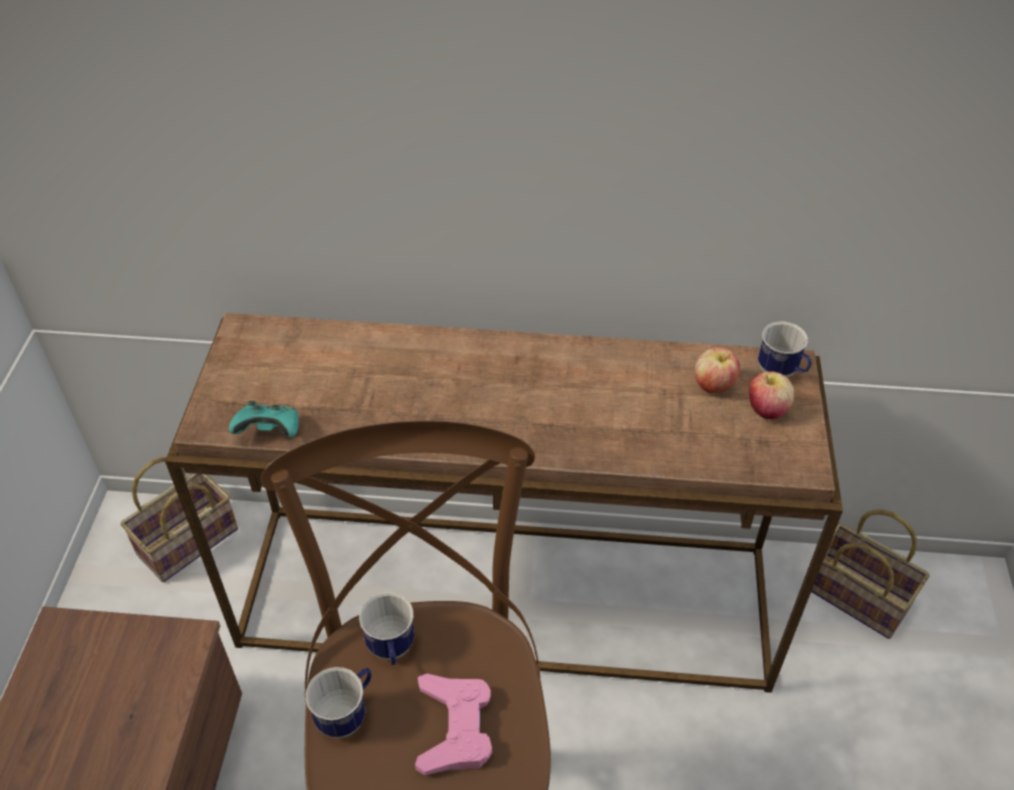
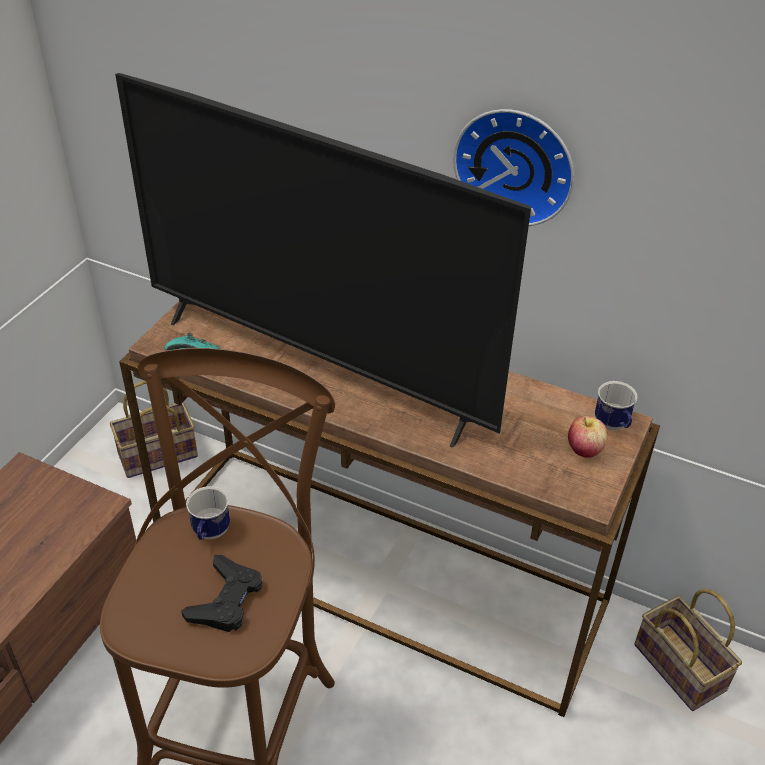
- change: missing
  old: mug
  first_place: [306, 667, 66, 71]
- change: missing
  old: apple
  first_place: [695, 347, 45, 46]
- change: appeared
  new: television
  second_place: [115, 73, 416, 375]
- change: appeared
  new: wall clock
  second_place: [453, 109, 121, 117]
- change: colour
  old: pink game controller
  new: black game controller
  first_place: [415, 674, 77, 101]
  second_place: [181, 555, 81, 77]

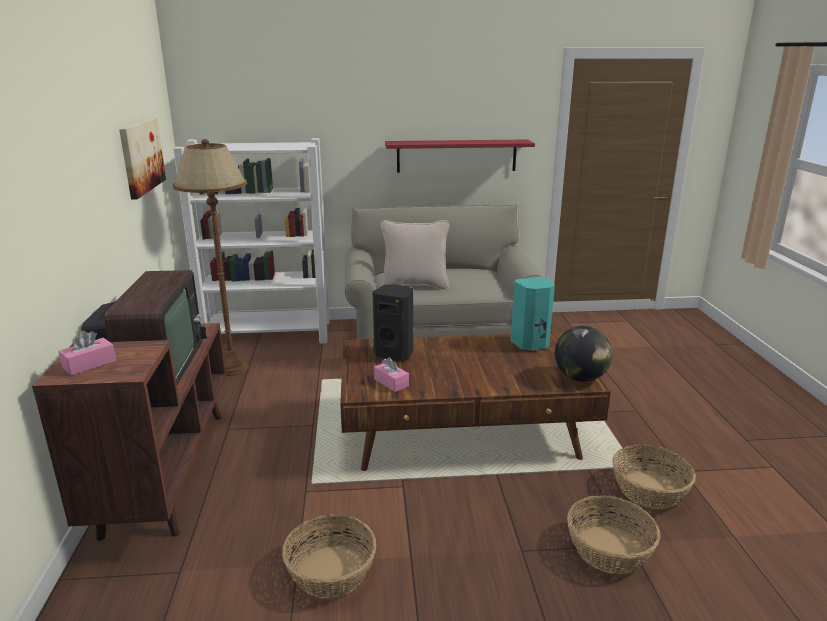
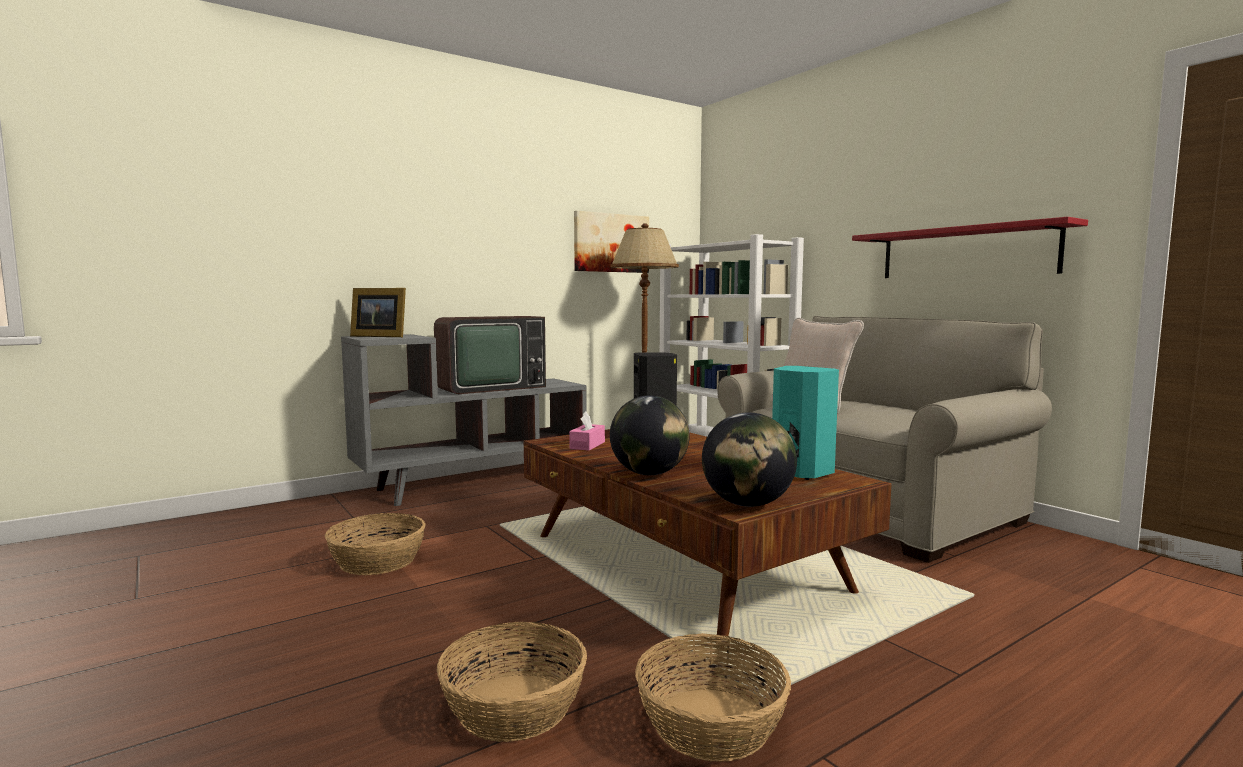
- change: appeared
  new: globe
  second_place: [610, 395, 80, 80]
- change: exchanged
  old: pink tissue box
  new: picture frame
  first_place: [58, 331, 58, 45]
  second_place: [350, 288, 56, 49]
- change: colour
  old: brown tv stand
  new: grey tv stand
  first_place: [32, 323, 194, 218]
  second_place: [341, 334, 246, 172]

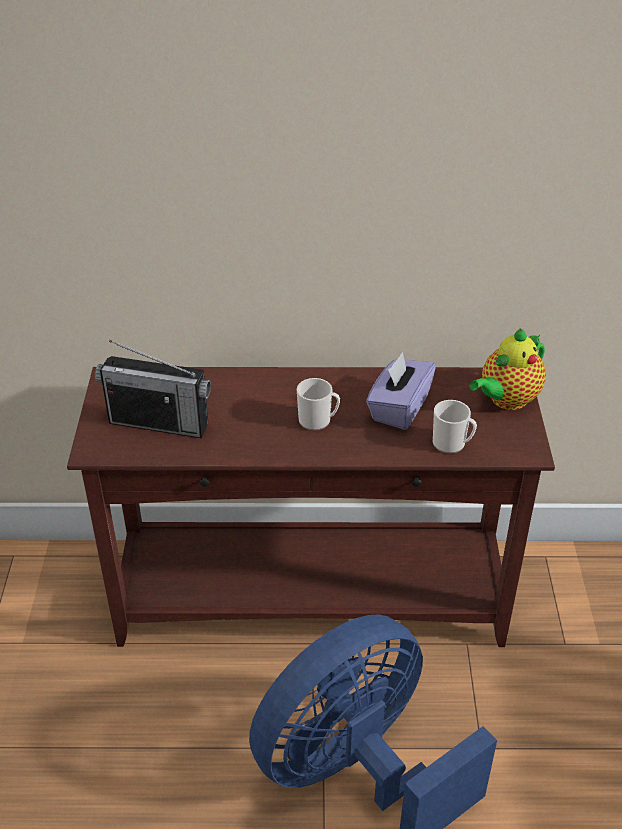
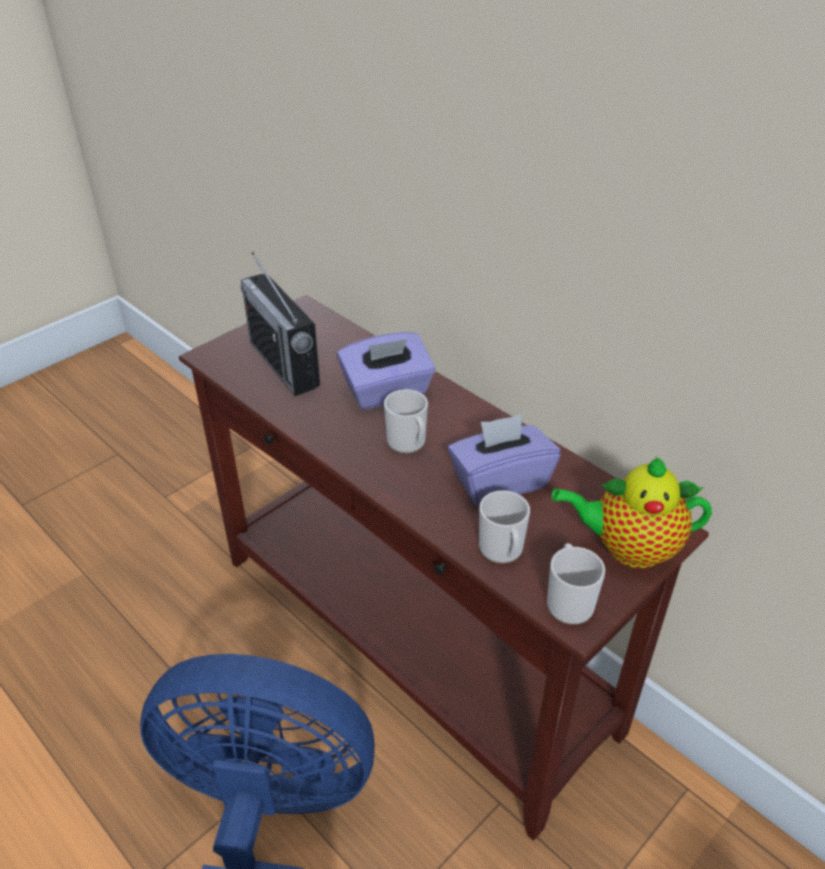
- change: appeared
  new: purple tissue box
  second_place: [337, 332, 98, 77]
- change: appeared
  new: mug
  second_place: [547, 543, 58, 82]

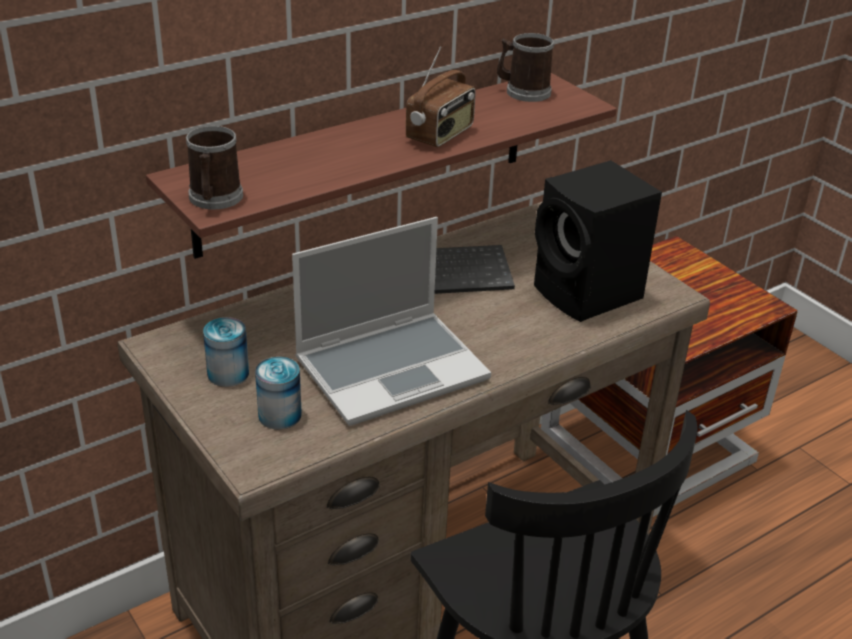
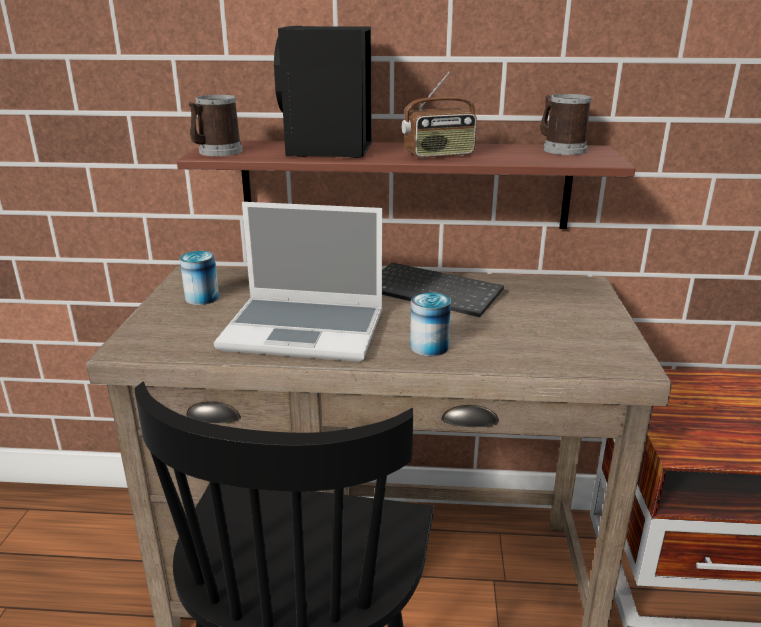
- change: relocated
  old: can
  first_place: [255, 357, 47, 72]
  second_place: [410, 292, 41, 64]
- change: relocated
  old: black speaker
  first_place: [534, 160, 128, 162]
  second_place: [274, 26, 98, 132]

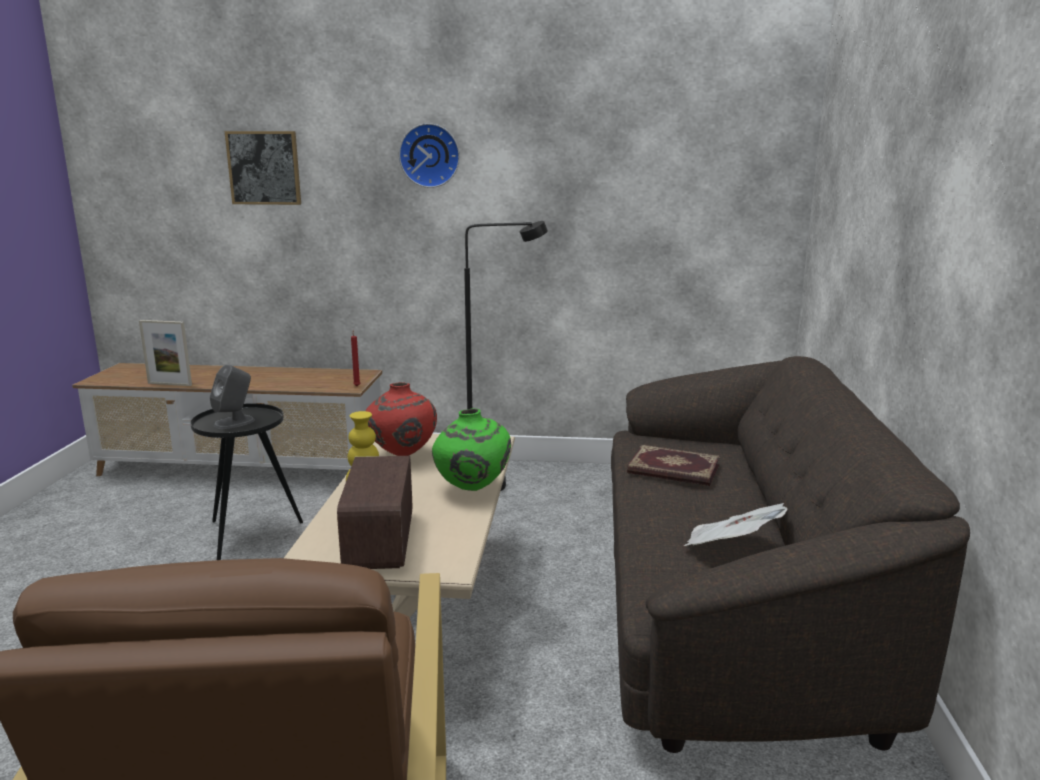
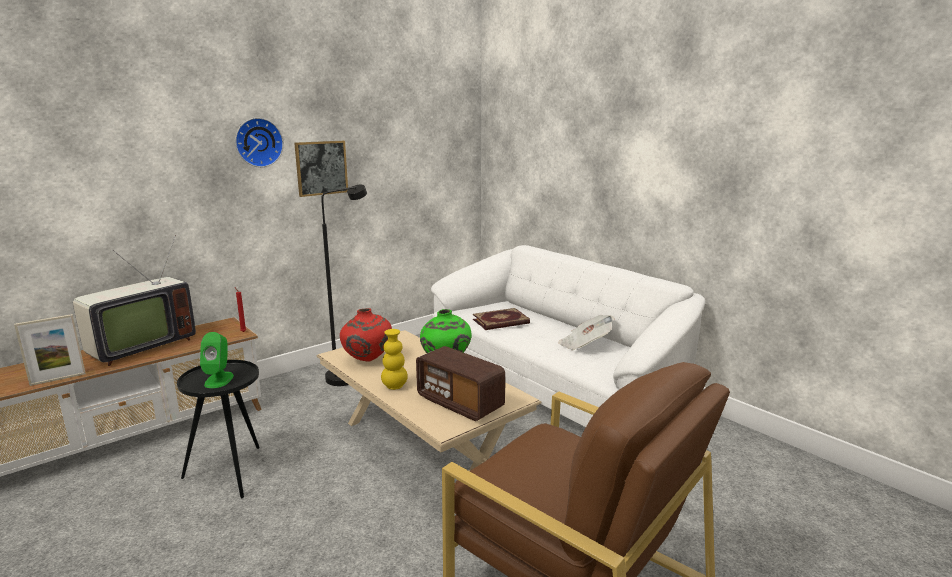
- change: appeared
  new: television
  second_place: [73, 235, 123, 131]
- change: relocated
  old: picture
  first_place: [225, 131, 76, 74]
  second_place: [294, 141, 54, 56]
- change: colour
  old: grey speaker
  new: green speaker
  first_place: [210, 365, 45, 64]
  second_place: [200, 332, 34, 56]
- change: colour
  old: brown sofa
  new: white sofa
  first_place: [611, 356, 359, 397]
  second_place: [431, 245, 274, 182]

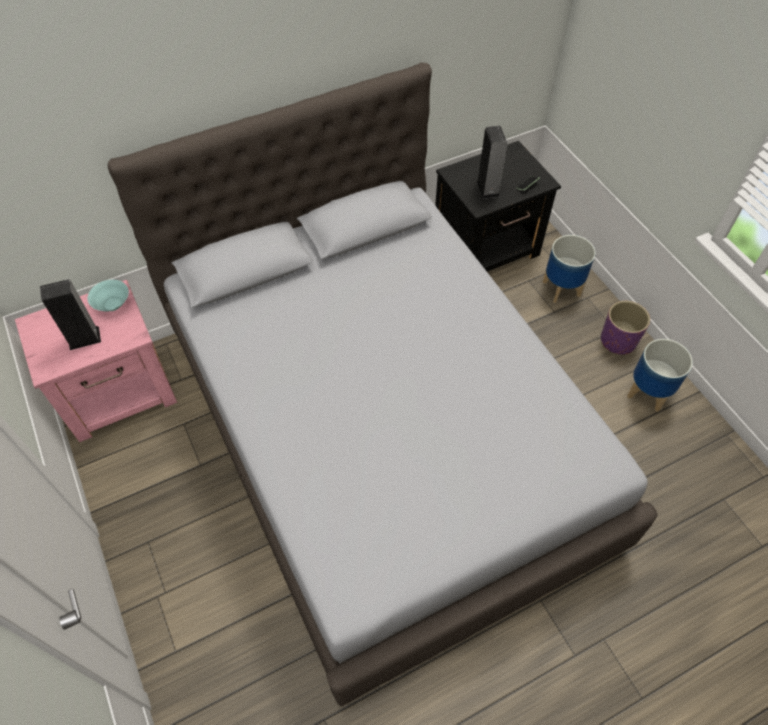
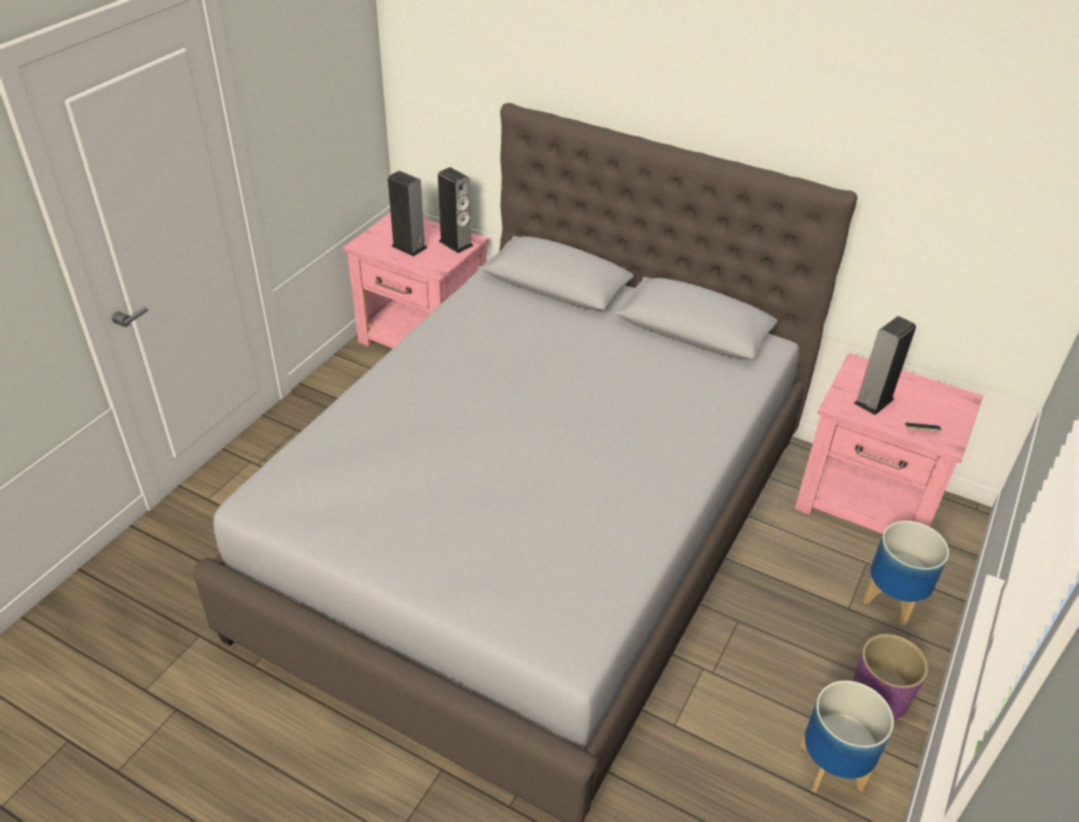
- change: exchanged
  old: turquoise bowl
  new: speaker
  first_place: [87, 280, 42, 32]
  second_place: [438, 167, 35, 86]
- change: colour
  old: black nightstand
  new: pink nightstand
  first_place: [435, 141, 126, 131]
  second_place: [795, 353, 188, 181]

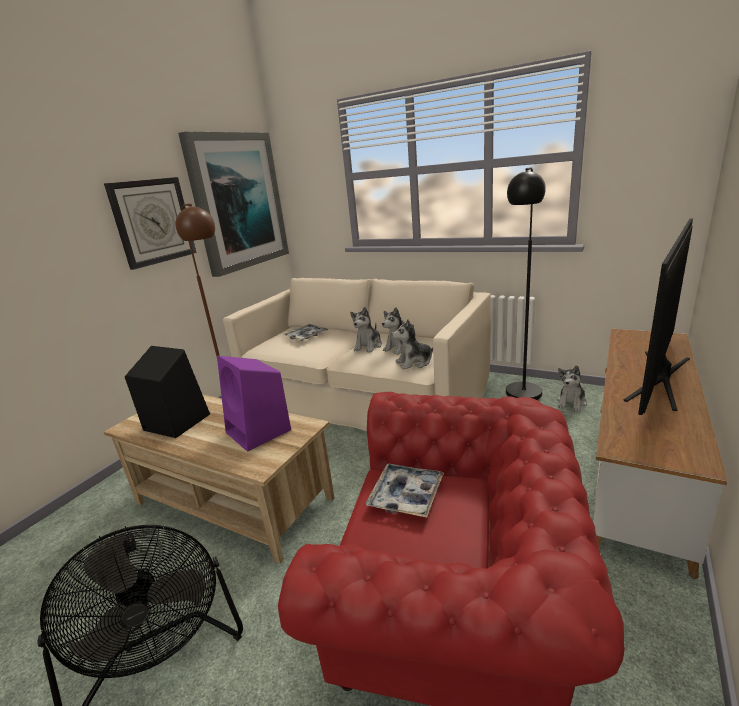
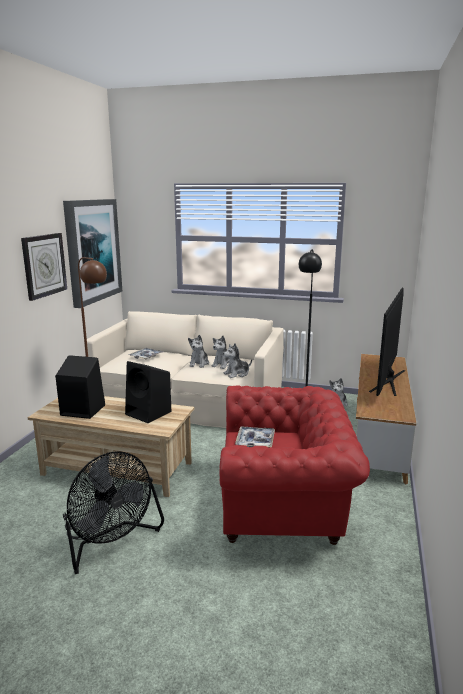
- change: colour
  old: purple speaker
  new: black speaker
  first_place: [217, 356, 74, 96]
  second_place: [125, 361, 47, 62]

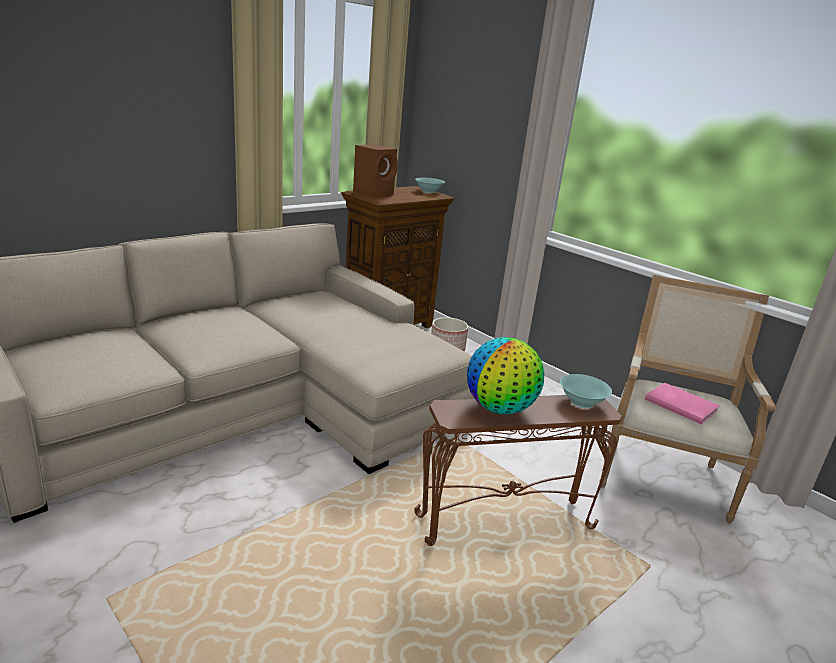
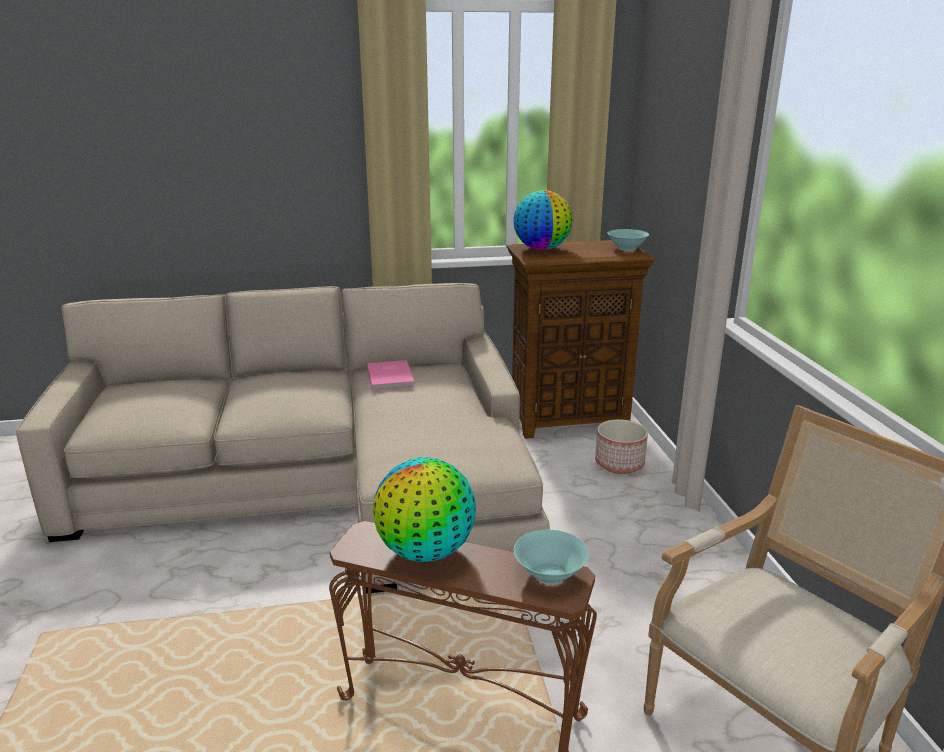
- change: relocated
  old: pink book
  first_place: [645, 383, 75, 42]
  second_place: [367, 360, 47, 31]
- change: exchanged
  old: brown speaker
  new: globe
  first_place: [353, 144, 45, 53]
  second_place: [513, 190, 59, 60]

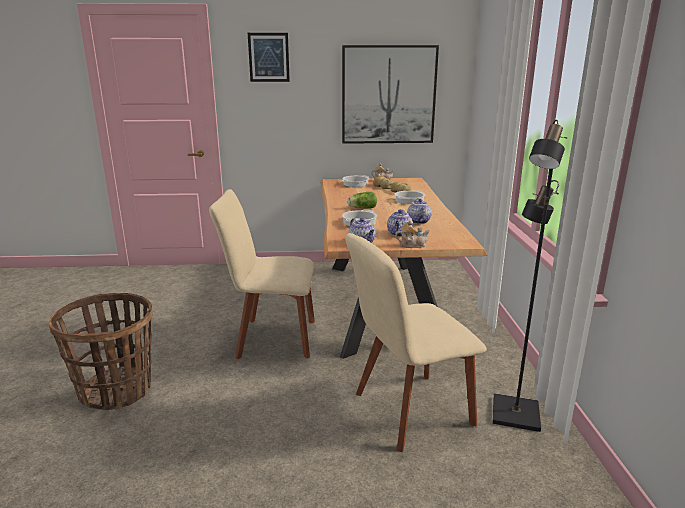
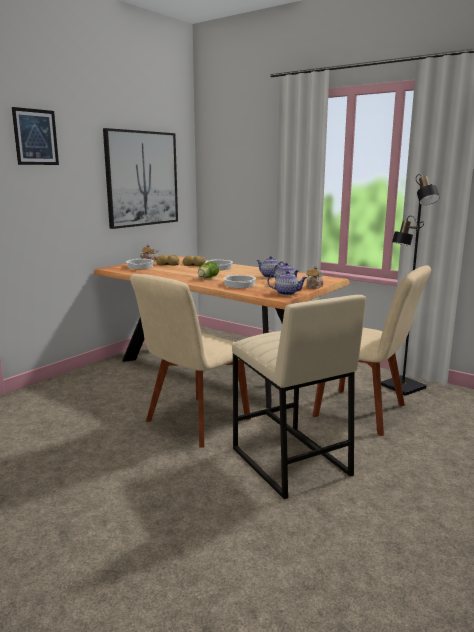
- change: missing
  old: basket
  first_place: [49, 293, 104, 118]
- change: appeared
  new: beige stool
  second_place: [232, 295, 134, 204]
- change: spun
  old: beige chair
  first_place: [345, 233, 142, 219]
  second_place: [313, 265, 118, 171]
  degrees: -75

